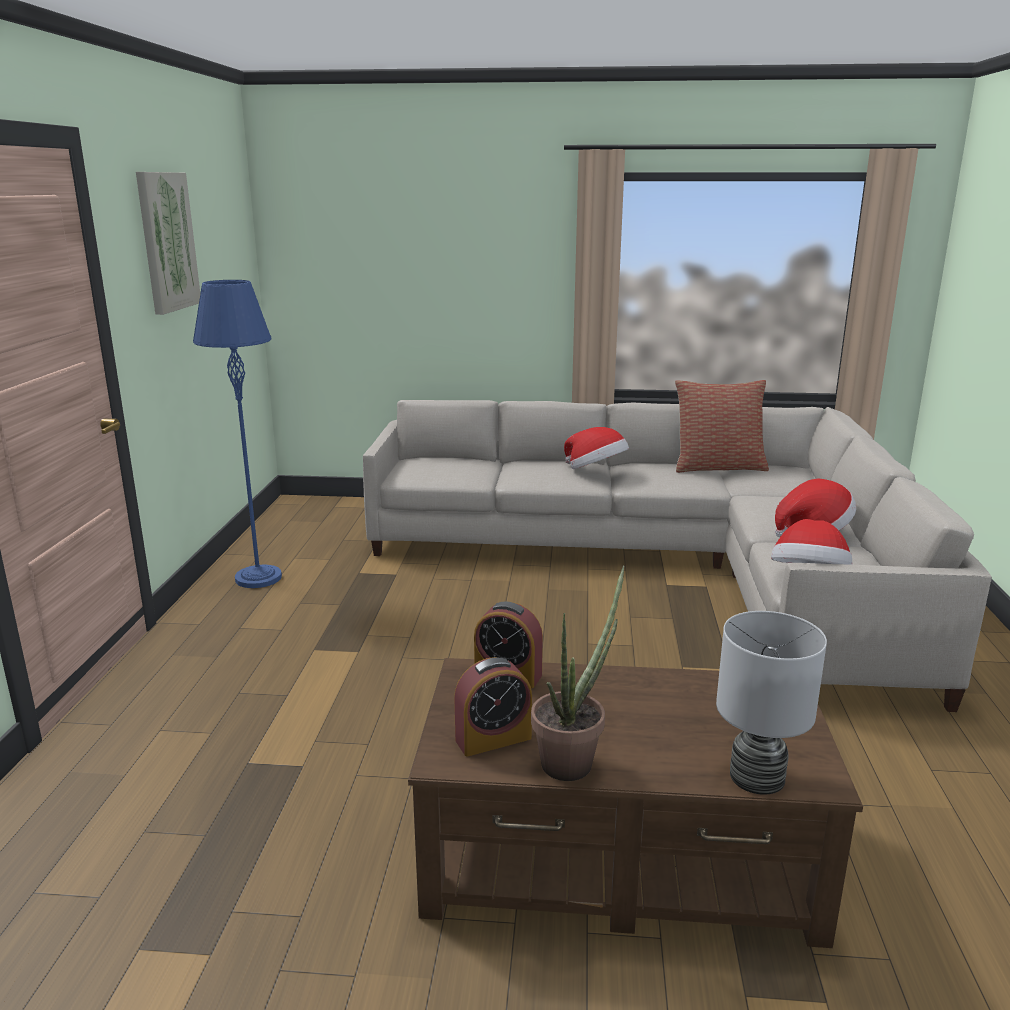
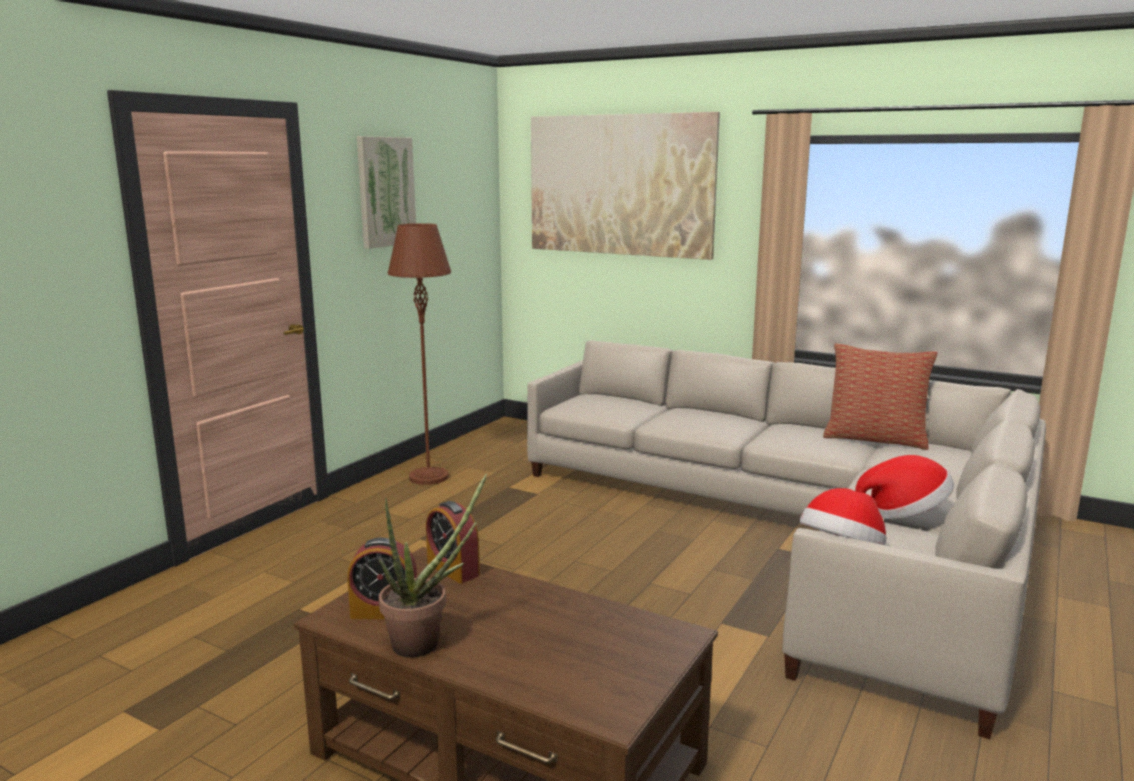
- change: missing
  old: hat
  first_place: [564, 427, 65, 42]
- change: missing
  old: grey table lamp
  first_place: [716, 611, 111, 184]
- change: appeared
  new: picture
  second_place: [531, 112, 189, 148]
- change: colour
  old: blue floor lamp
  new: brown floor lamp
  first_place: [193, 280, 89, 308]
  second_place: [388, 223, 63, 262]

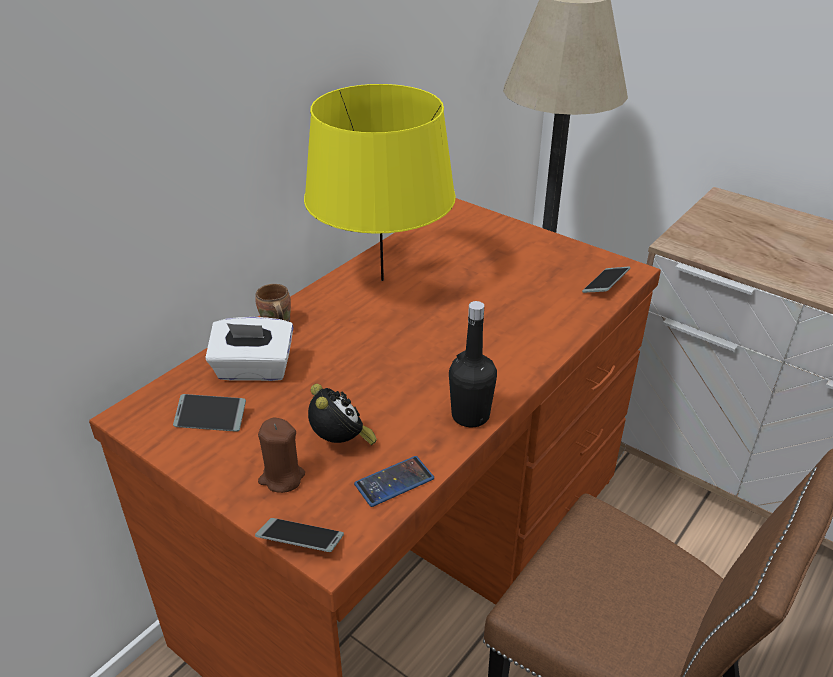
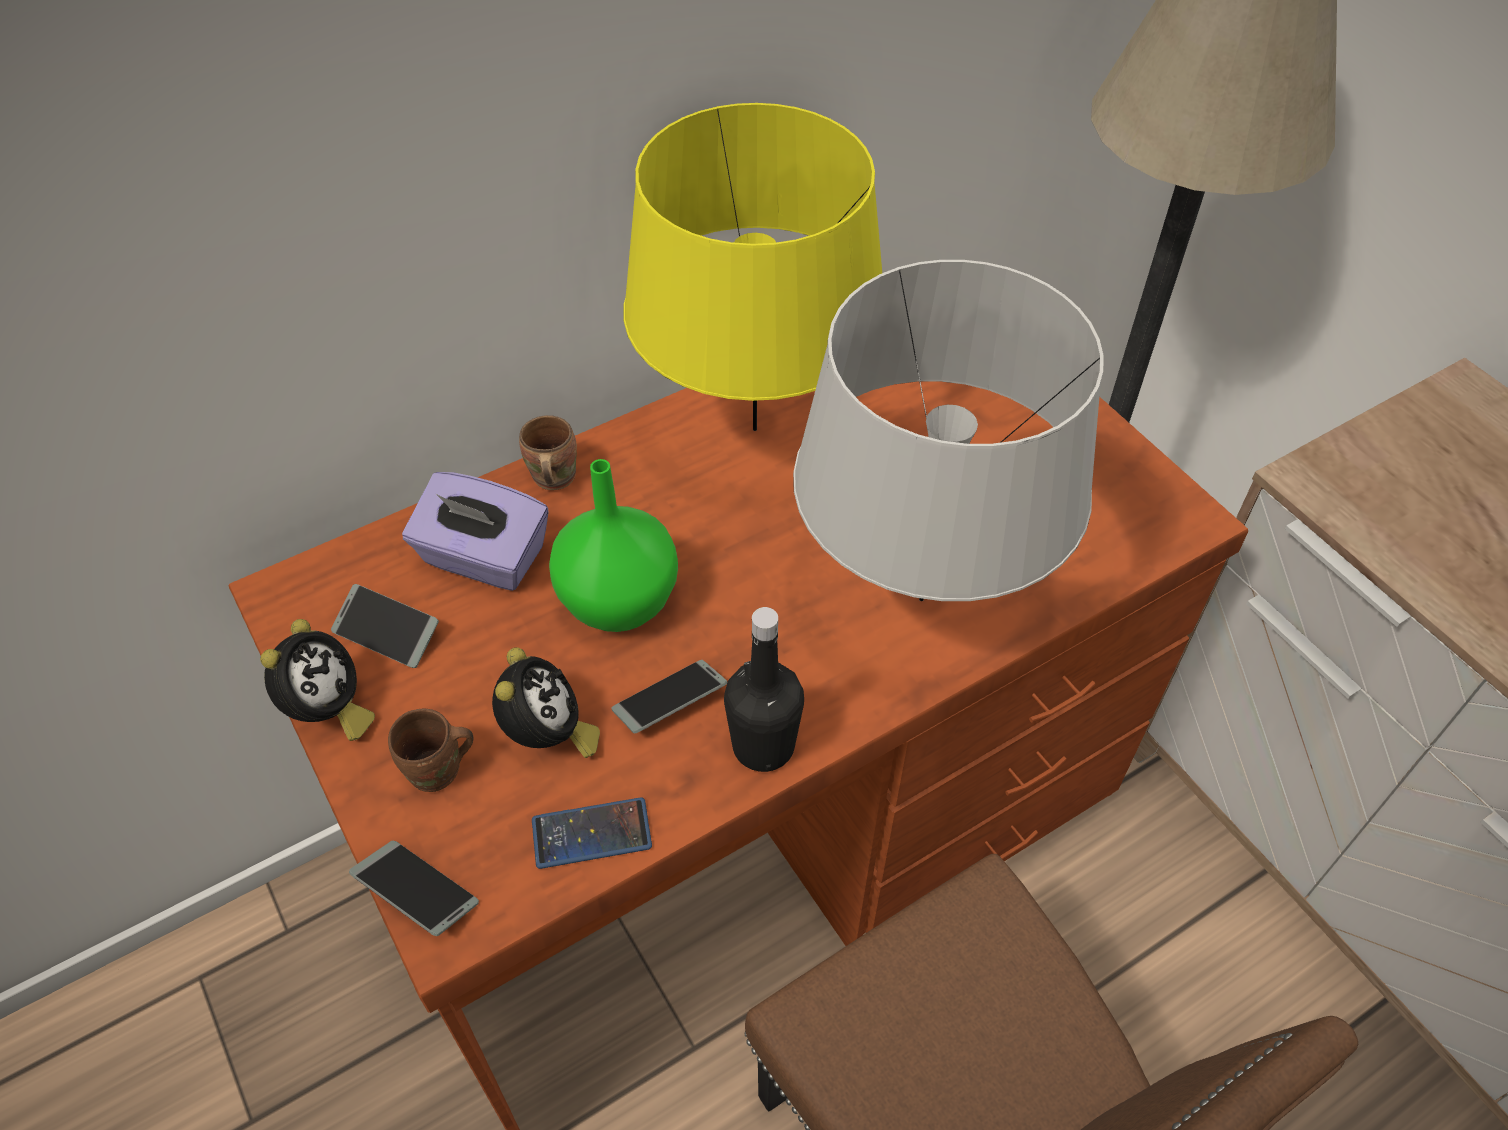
- change: appeared
  new: alarm clock
  second_place: [260, 619, 115, 122]
- change: appeared
  new: green vase
  second_place: [549, 459, 129, 173]
- change: appeared
  new: grey table lamp
  second_place: [793, 260, 310, 341]
- change: relocated
  old: phone
  first_place: [582, 266, 48, 27]
  second_place: [611, 660, 116, 73]
- change: exchanged
  old: brown candle
  new: brown mug
  first_place: [258, 417, 47, 76]
  second_place: [388, 709, 85, 83]
- change: colour
  old: white tissue box
  new: purple tissue box
  first_place: [205, 317, 89, 64]
  second_place: [402, 472, 146, 119]

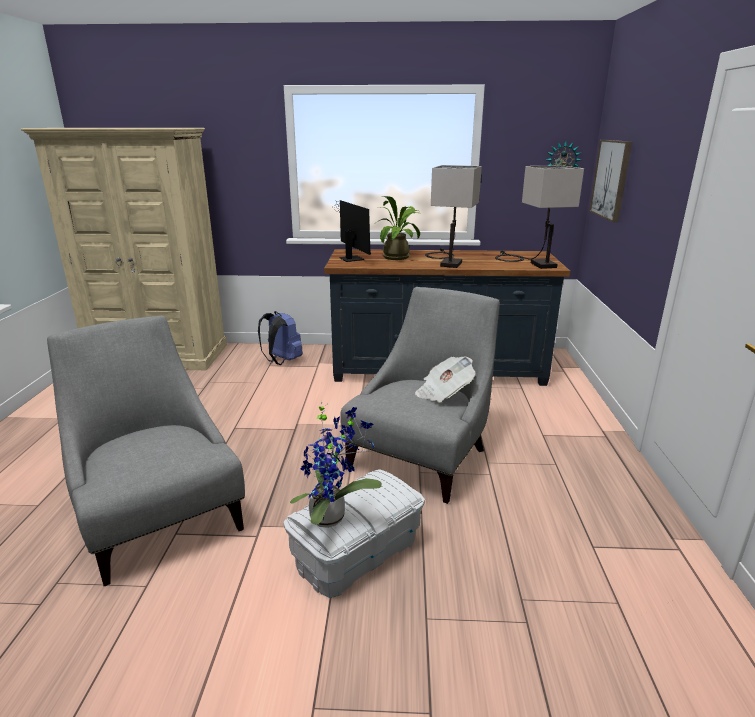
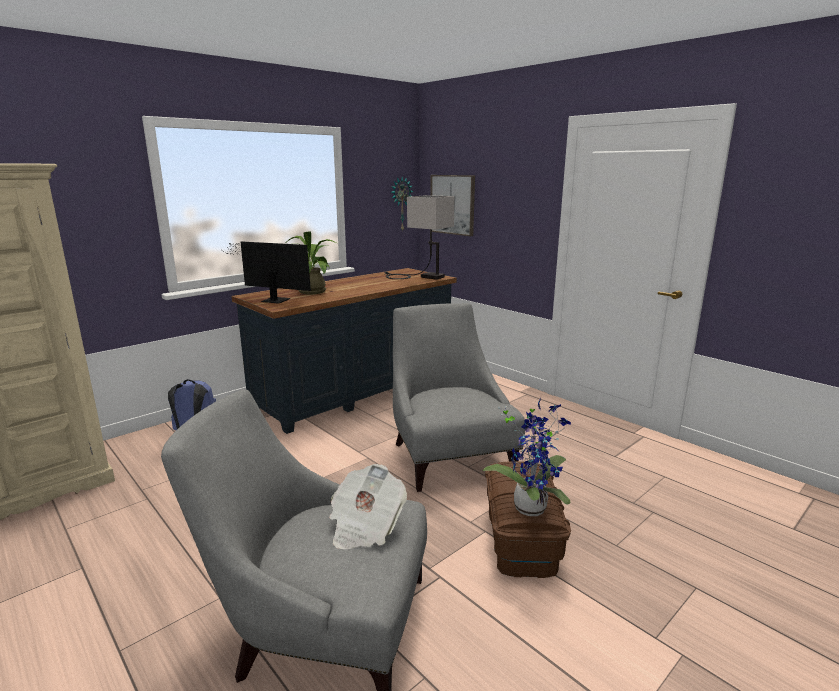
- change: missing
  old: table lamp
  first_place: [425, 165, 57, 103]
- change: relocated
  old: newspaper
  first_place: [415, 357, 60, 45]
  second_place: [329, 464, 78, 85]
- change: colour
  old: white storage box
  new: brown storage box
  first_place: [283, 469, 142, 129]
  second_place: [485, 461, 86, 117]

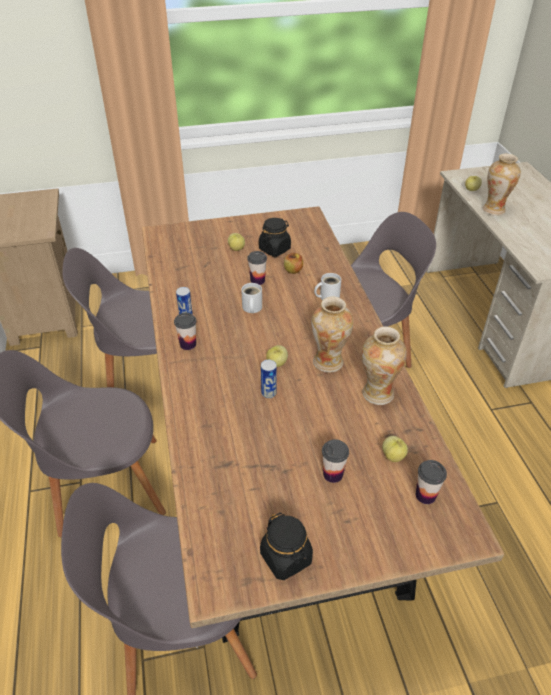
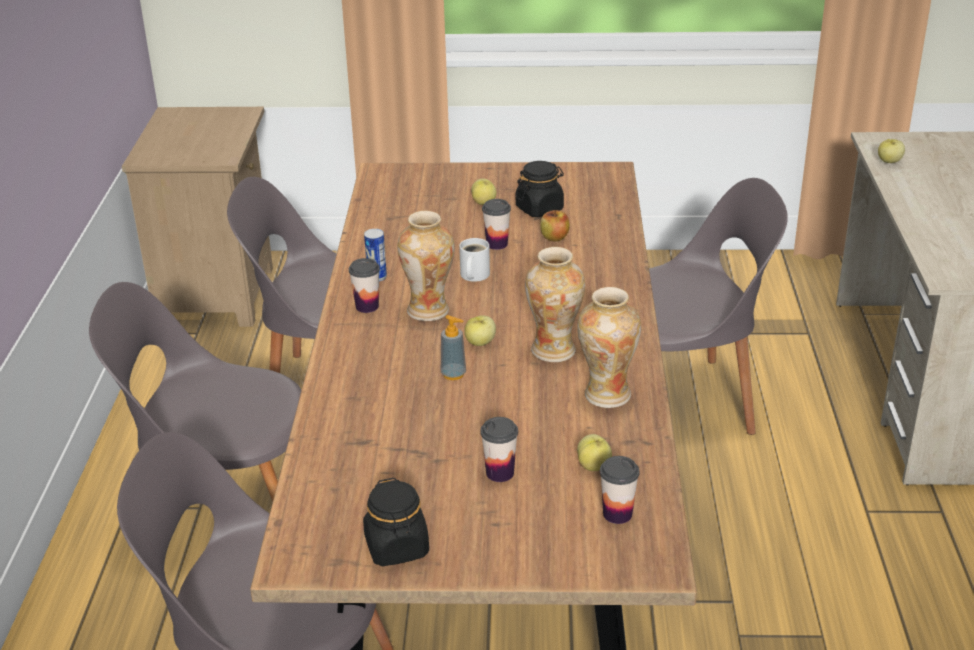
- change: missing
  old: white mug
  first_place: [314, 273, 27, 27]
- change: relocated
  old: vase
  first_place: [483, 154, 38, 62]
  second_place: [397, 211, 58, 110]
- change: exchanged
  old: can
  new: soap dispenser
  first_place: [261, 360, 16, 38]
  second_place: [441, 315, 25, 65]

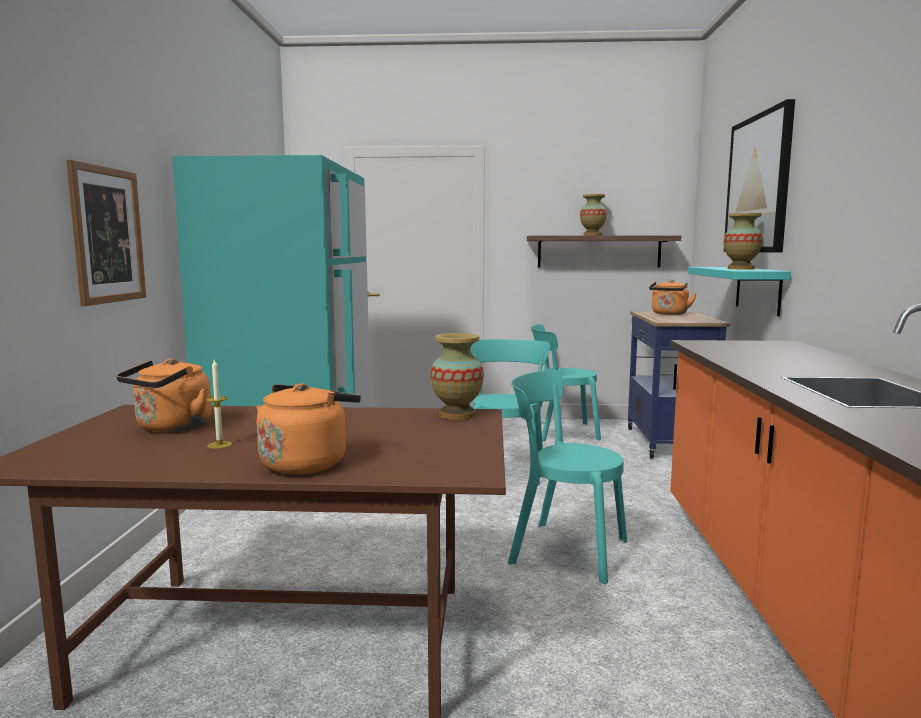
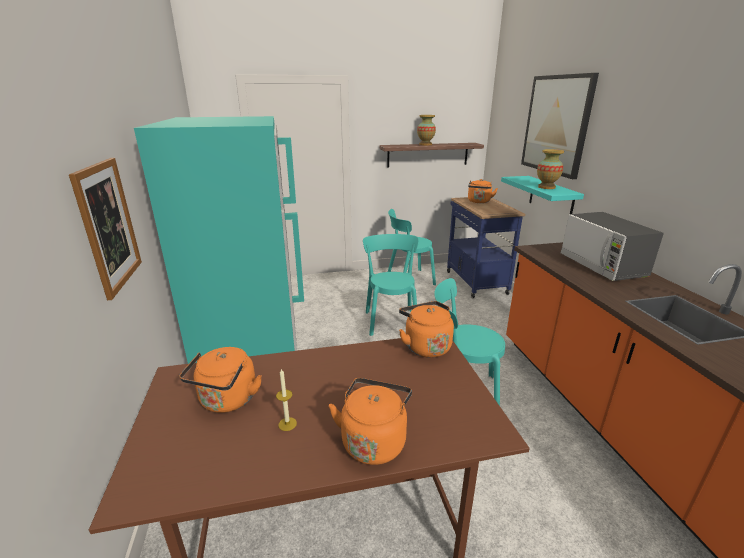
- change: appeared
  new: microwave
  second_place: [560, 212, 104, 69]
- change: exchanged
  old: vase
  new: orange kettle
  first_place: [431, 333, 53, 87]
  second_place: [399, 301, 55, 57]

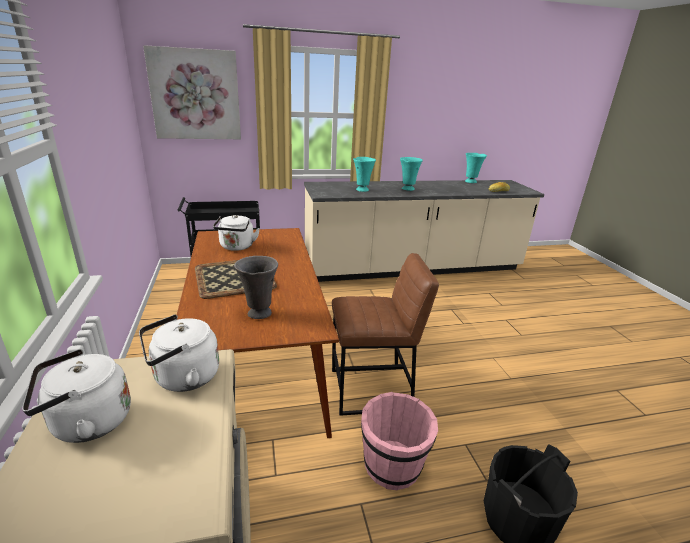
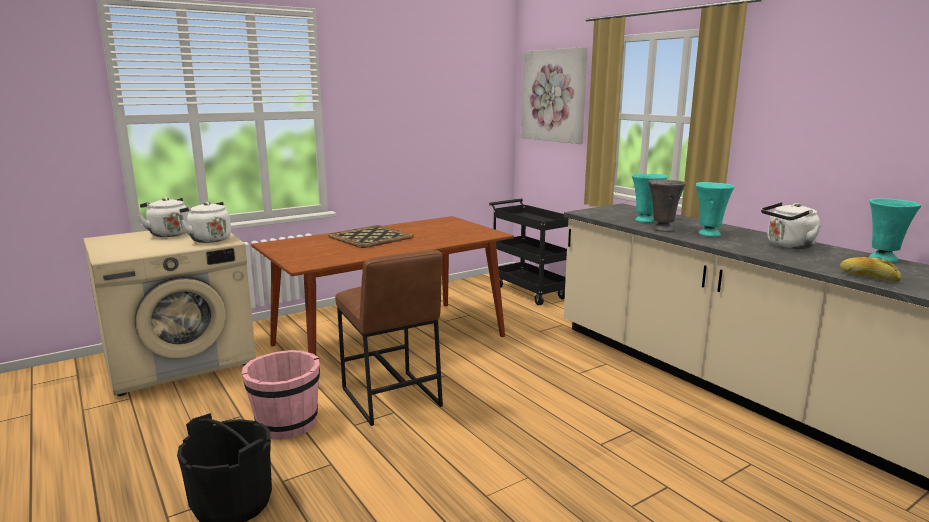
- change: relocated
  old: white kettle
  first_place: [213, 215, 47, 36]
  second_place: [761, 202, 61, 47]
- change: relocated
  old: grey vase
  first_place: [234, 256, 44, 63]
  second_place: [648, 179, 38, 53]

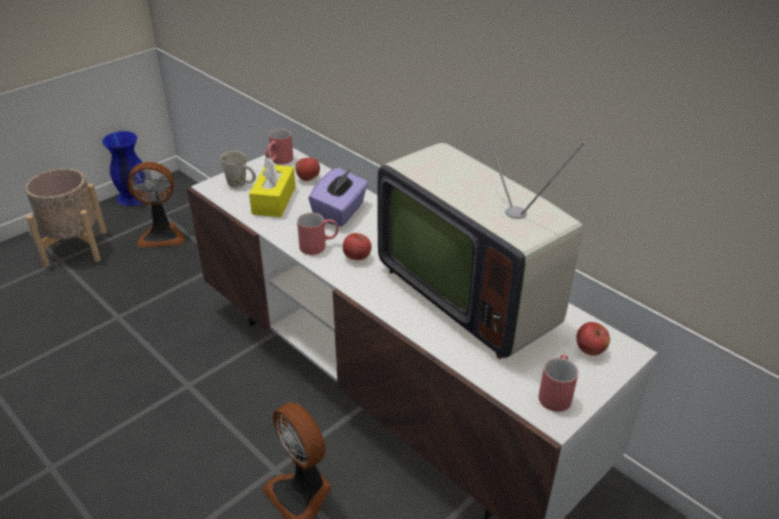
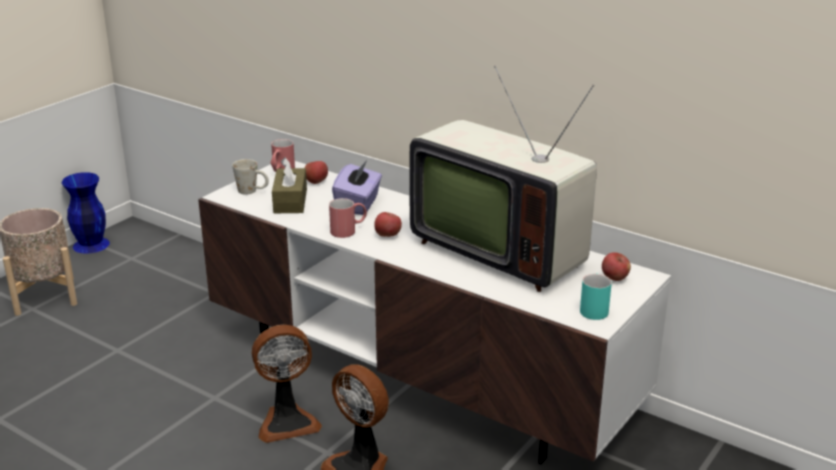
- change: relocated
  old: fan
  first_place: [128, 162, 57, 86]
  second_place: [252, 325, 70, 118]
- change: colour
  old: yellow tissue box
  new: brown tissue box
  first_place: [249, 157, 46, 60]
  second_place: [272, 158, 35, 55]
- change: colour
  old: red mug
  new: turquoise mug
  first_place: [538, 354, 41, 58]
  second_place: [580, 273, 32, 47]

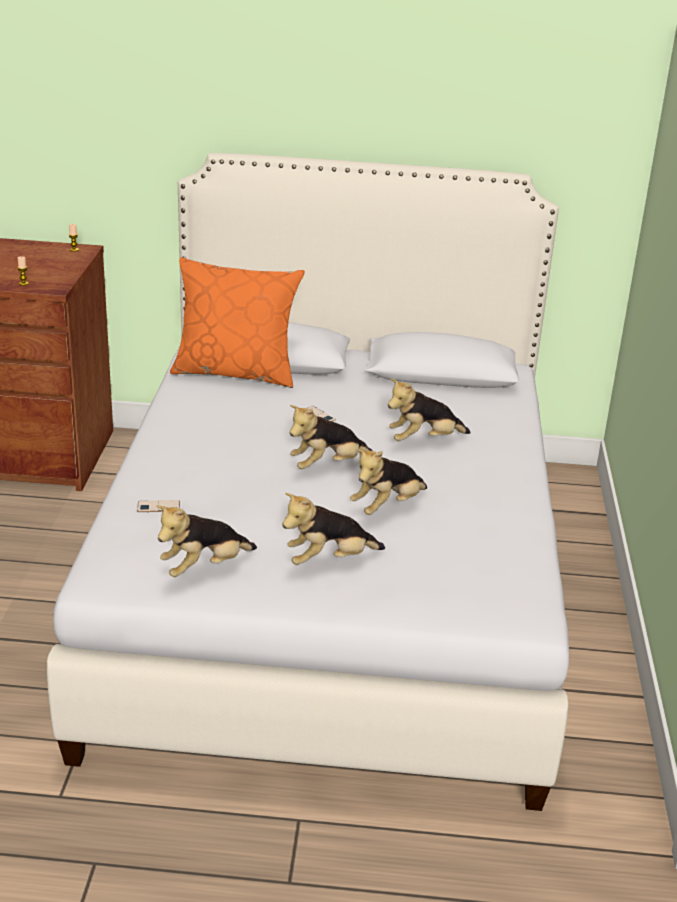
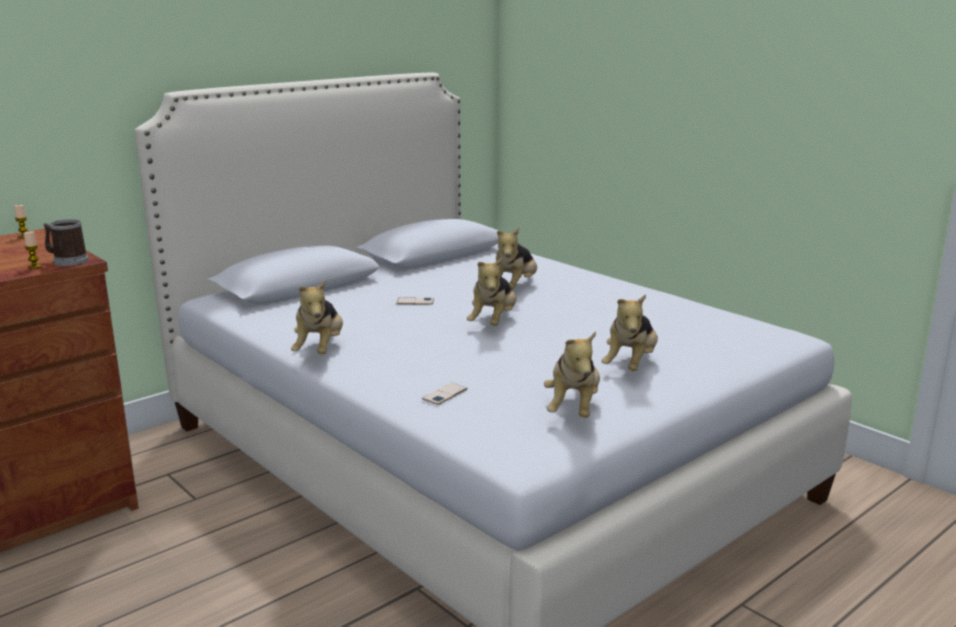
- change: missing
  old: orange pillow
  first_place: [170, 257, 135, 131]
- change: appeared
  new: mug
  second_place: [43, 219, 46, 47]
- change: relocated
  old: plush toy
  first_place: [350, 449, 77, 66]
  second_place: [291, 280, 52, 74]

